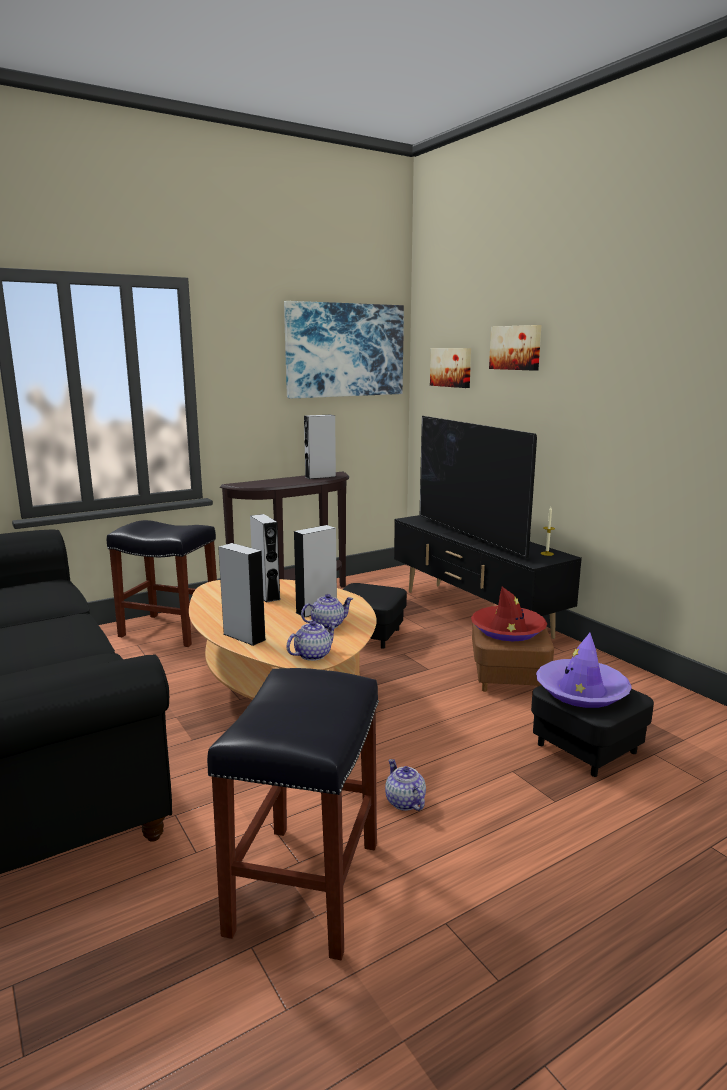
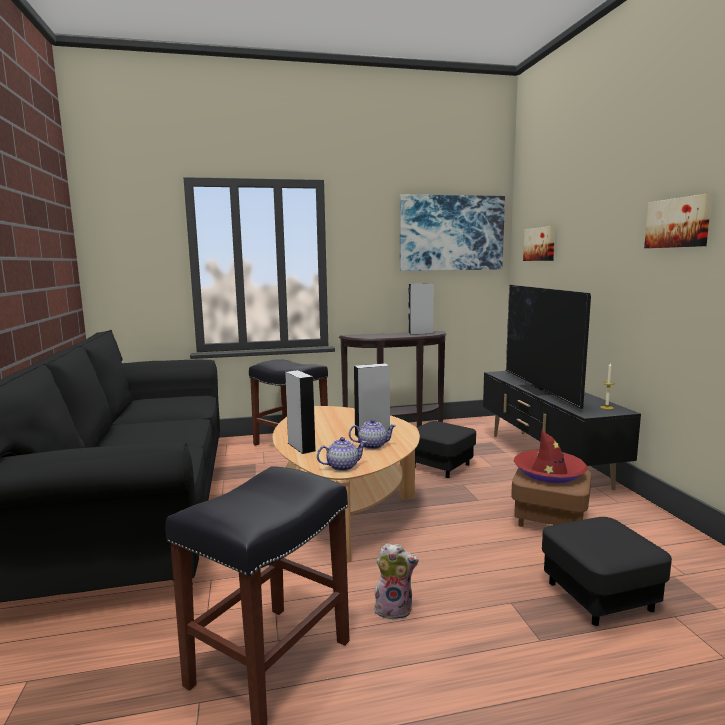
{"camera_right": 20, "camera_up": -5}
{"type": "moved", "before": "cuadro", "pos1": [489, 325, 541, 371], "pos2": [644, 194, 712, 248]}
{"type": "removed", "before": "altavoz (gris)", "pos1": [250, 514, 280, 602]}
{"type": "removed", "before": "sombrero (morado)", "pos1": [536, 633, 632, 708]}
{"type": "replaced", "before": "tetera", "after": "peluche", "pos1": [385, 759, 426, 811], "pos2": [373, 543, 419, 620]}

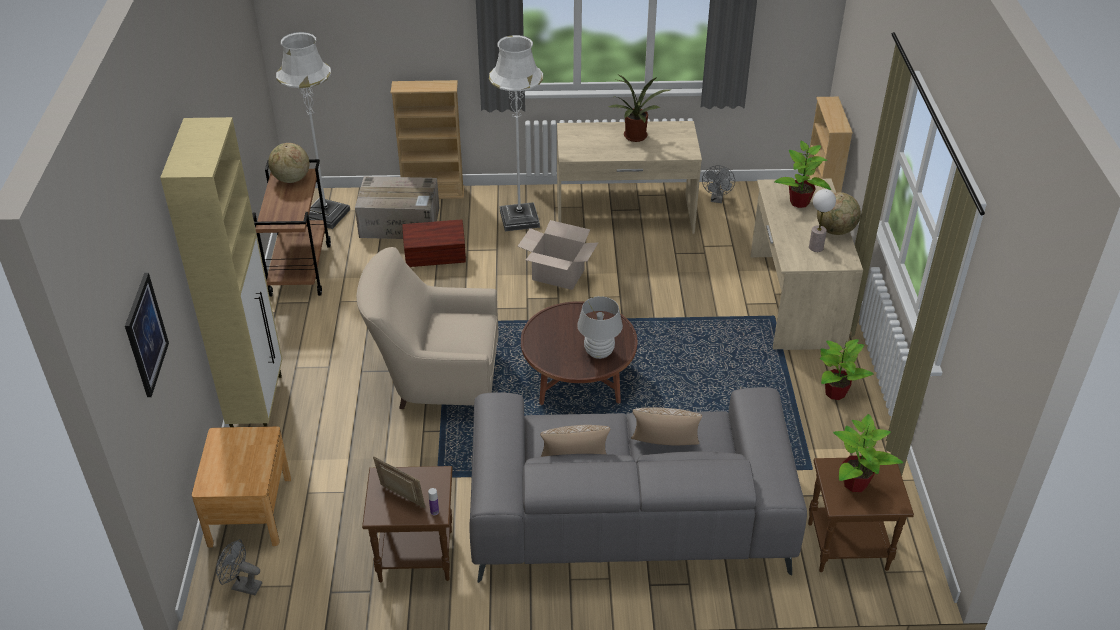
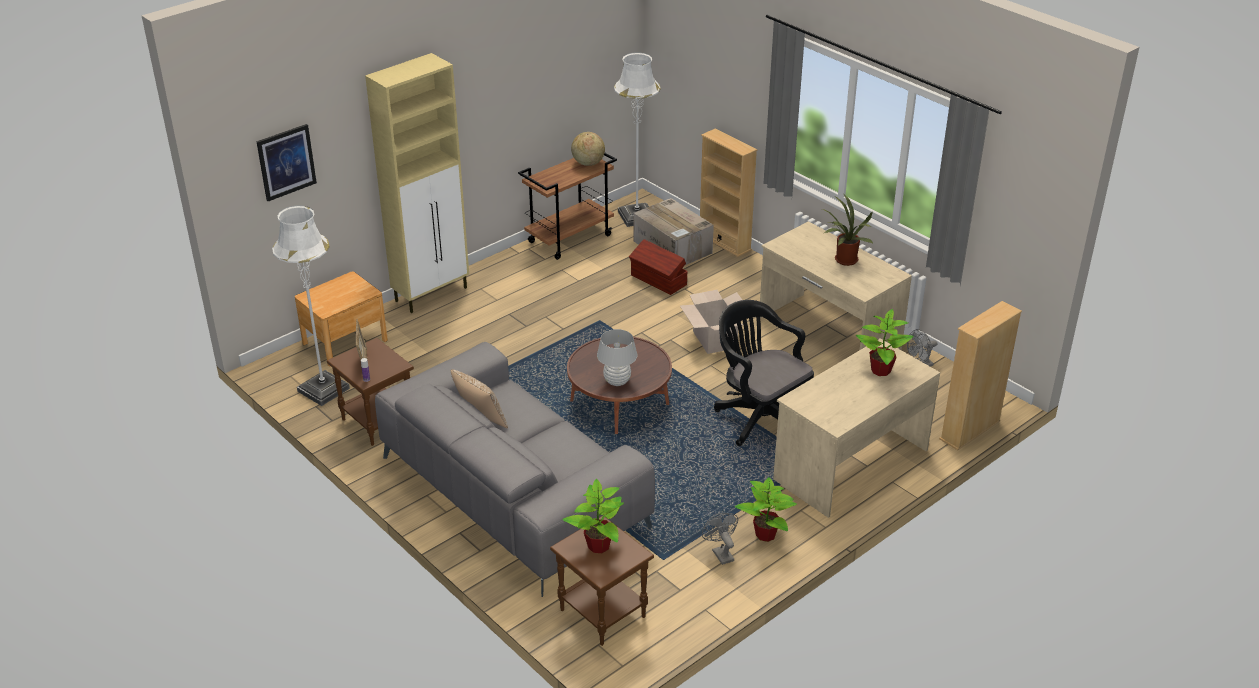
{"camera_right": 50, "camera_up": -5}
{"type": "moved", "before": "lámpara de pie (blanco)", "pos1": [489, 35, 543, 231], "pos2": [272, 205, 350, 406]}
{"type": "removed", "before": "lámpara de mesa", "pos1": [809, 189, 836, 252]}
{"type": "removed", "before": "globo terráqueo", "pos1": [817, 192, 861, 235]}
{"type": "removed", "before": "sillón (beis)", "pos1": [357, 247, 498, 409]}
{"type": "removed", "before": "cojín", "pos1": [631, 407, 702, 445]}
{"type": "moved", "before": "ventilador (gris)", "pos1": [216, 539, 262, 595], "pos2": [702, 513, 738, 565]}
{"type": "added", "after": "silla de oficina (negro)", "pos2": [714, 300, 814, 446]}

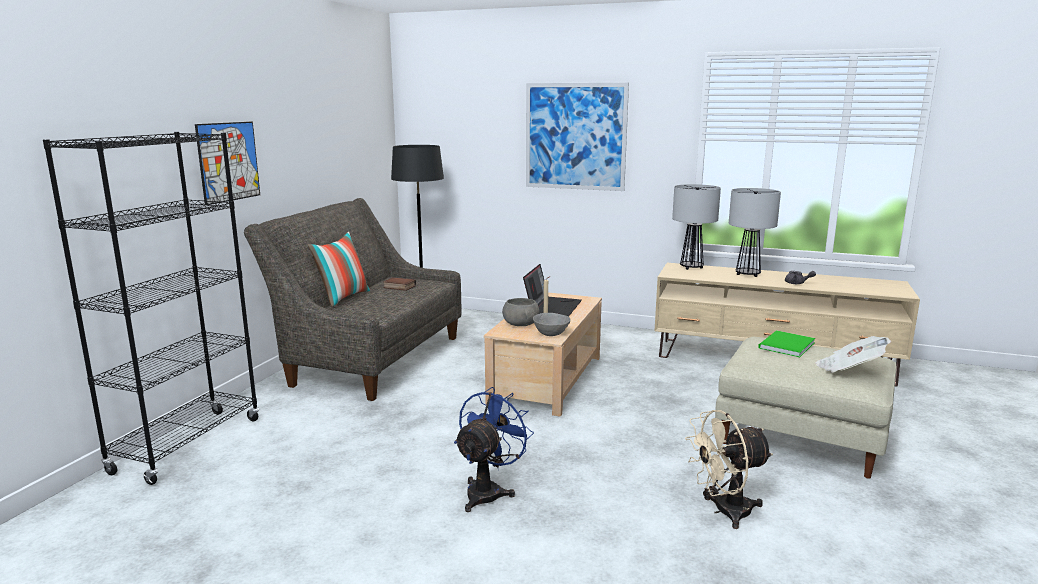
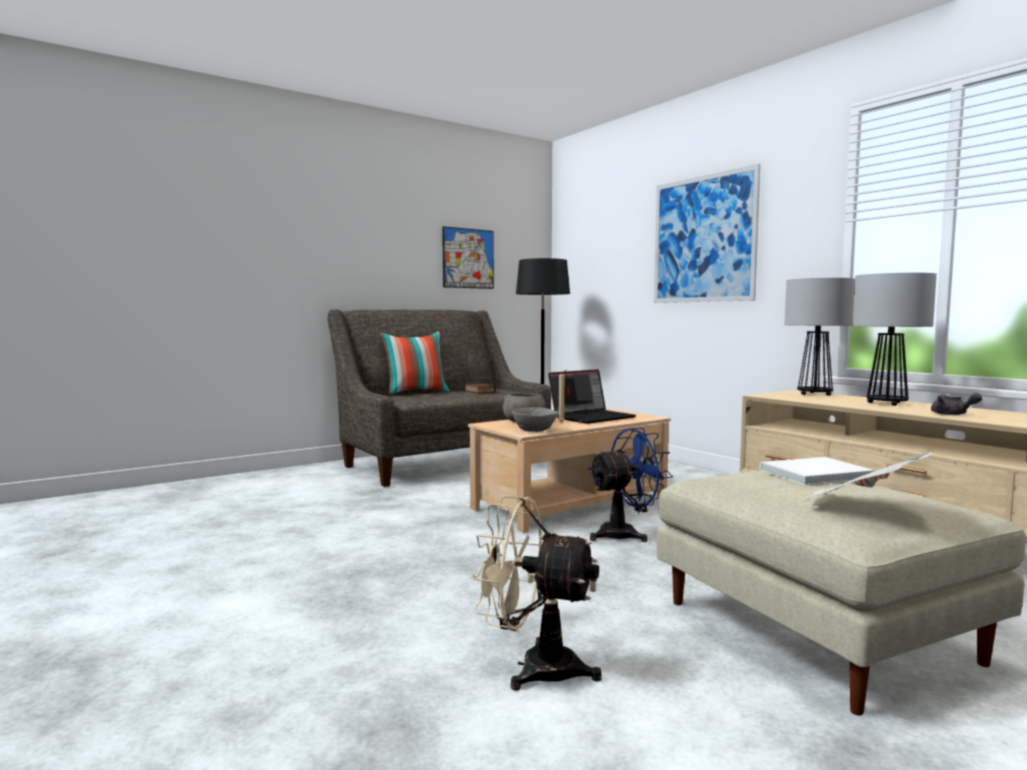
{"camera_right": 35, "camera_up": -10}
{"type": "moved", "before": "cuadro", "pos1": [195, 122, 260, 206], "pos2": [442, 226, 494, 289]}
{"type": "removed", "before": "estantería (negro)", "pos1": [43, 132, 259, 485]}
{"type": "recoloured", "before": "libro (verde)", "after": "libro (blanco)", "pos1": [758, 330, 815, 357], "pos2": [760, 457, 875, 485]}
{"type": "moved", "before": "ventilador (azul)", "pos1": [454, 387, 534, 512], "pos2": [588, 428, 673, 542]}

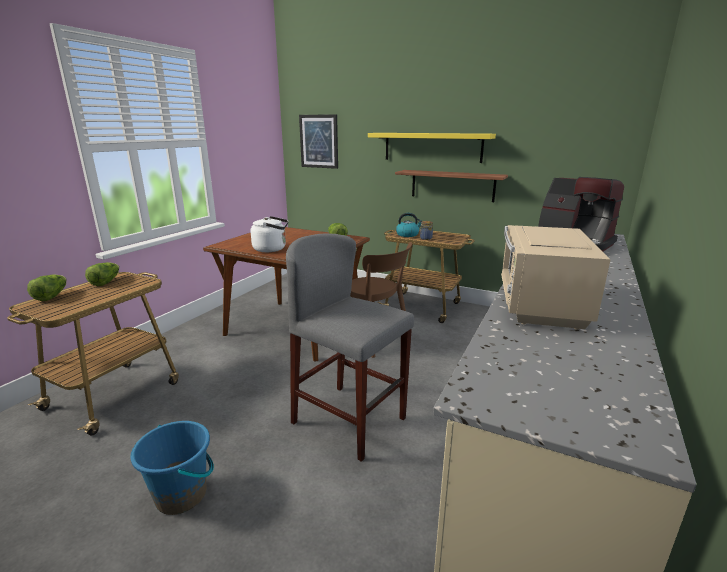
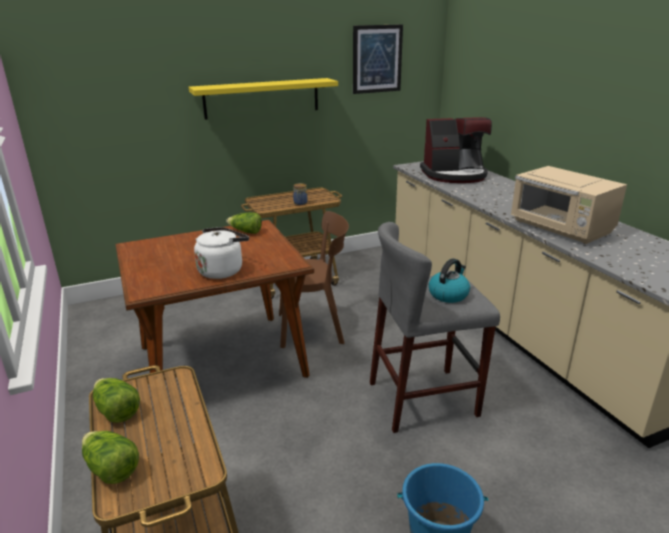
{"camera_right": -50, "camera_up": 5}
{"type": "moved", "before": "cuadro", "pos1": [299, 114, 338, 169], "pos2": [353, 24, 403, 94]}
{"type": "removed", "before": "estante", "pos1": [395, 170, 508, 202]}
{"type": "moved", "before": "hervidor", "pos1": [396, 213, 422, 237], "pos2": [428, 258, 470, 303]}

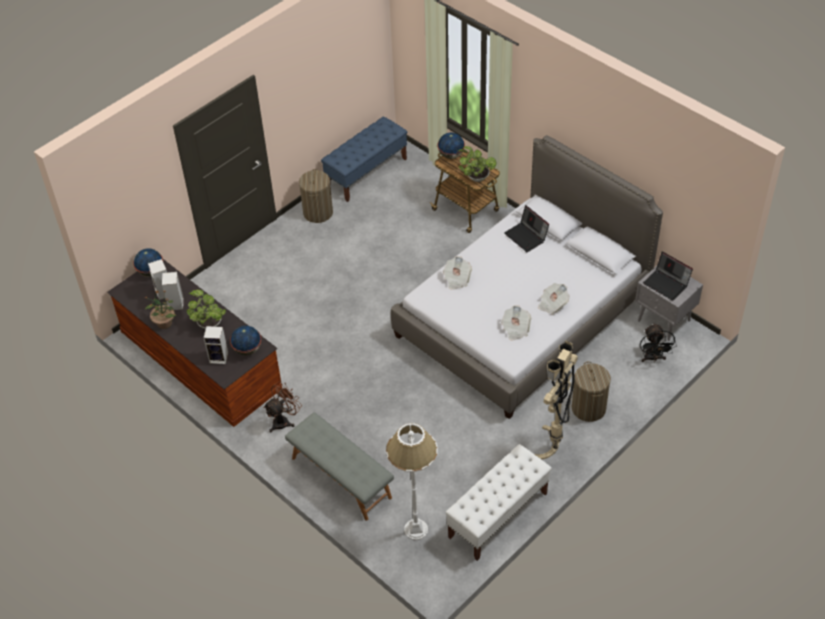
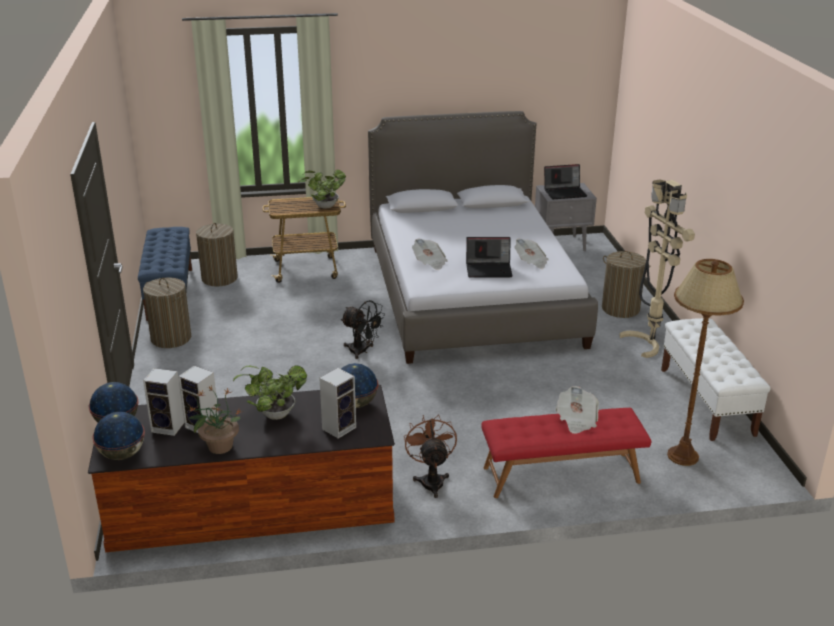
{"camera_right": -55, "camera_up": -20}
{"type": "moved", "before": "globo terráqueo", "pos1": [437, 132, 465, 159], "pos2": [92, 412, 145, 460]}
{"type": "moved", "before": "portátil", "pos1": [504, 205, 549, 252], "pos2": [466, 237, 513, 278]}
{"type": "moved", "before": "periódico", "pos1": [538, 283, 570, 315], "pos2": [556, 386, 599, 434]}
{"type": "moved", "before": "ventilador (negro)", "pos1": [640, 323, 677, 362], "pos2": [341, 300, 385, 359]}
{"type": "recoloured", "before": "banco (gris)", "after": "banco (rojo)", "pos1": [285, 412, 394, 521], "pos2": [481, 408, 651, 498]}
{"type": "recoloured", "before": "lámpara de pie (blanco)", "after": "lámpara de pie (marrón)", "pos1": [386, 423, 438, 540], "pos2": [667, 259, 744, 466]}
{"type": "added", "after": "cesto de la ropa", "pos2": [196, 223, 238, 286]}

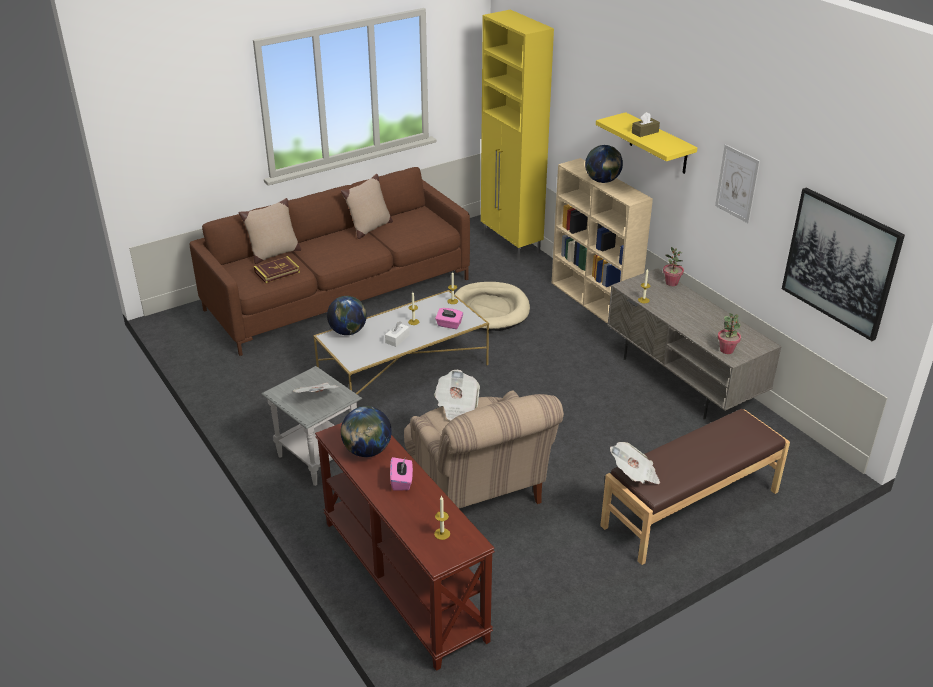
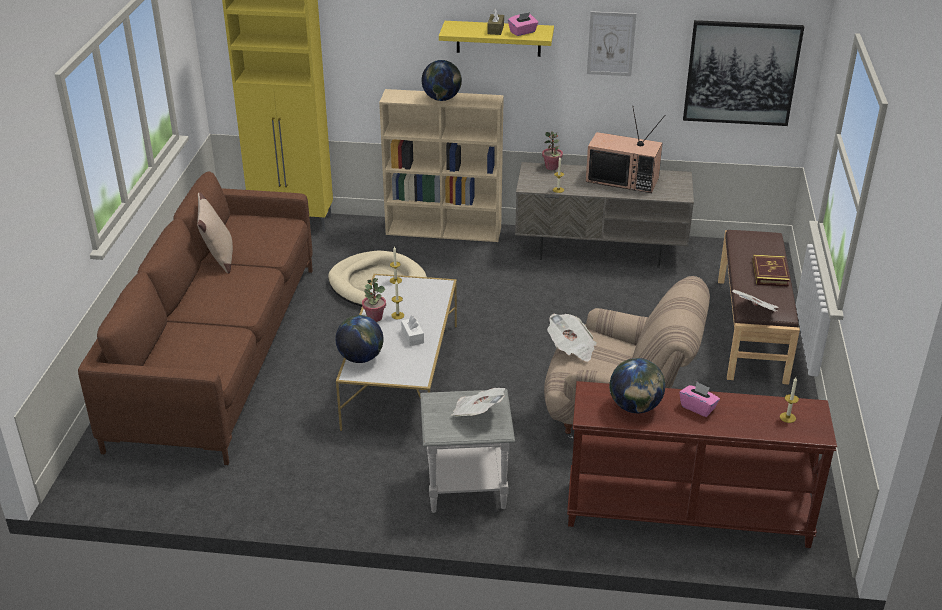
{"camera_right": -50, "camera_up": 0}
{"type": "removed", "before": "cojín (beis)", "pos1": [239, 198, 301, 264]}
{"type": "moved", "before": "libro", "pos1": [254, 256, 300, 283], "pos2": [752, 255, 790, 287]}
{"type": "moved", "before": "caja de pañuelos (rosa)", "pos1": [435, 308, 463, 329], "pos2": [508, 12, 538, 36]}
{"type": "moved", "before": "planta en maceta", "pos1": [718, 313, 741, 354], "pos2": [362, 278, 386, 322]}
{"type": "added", "after": "televisor", "pos2": [586, 106, 666, 193]}

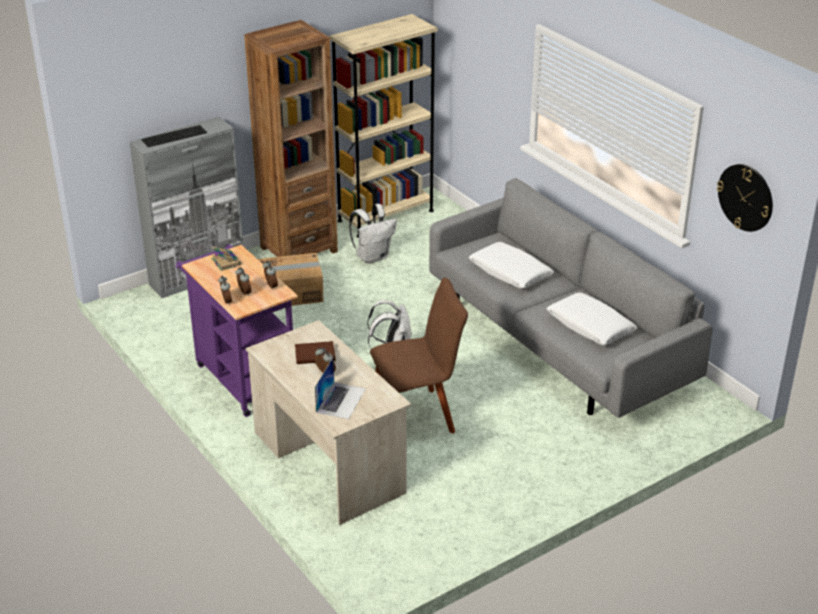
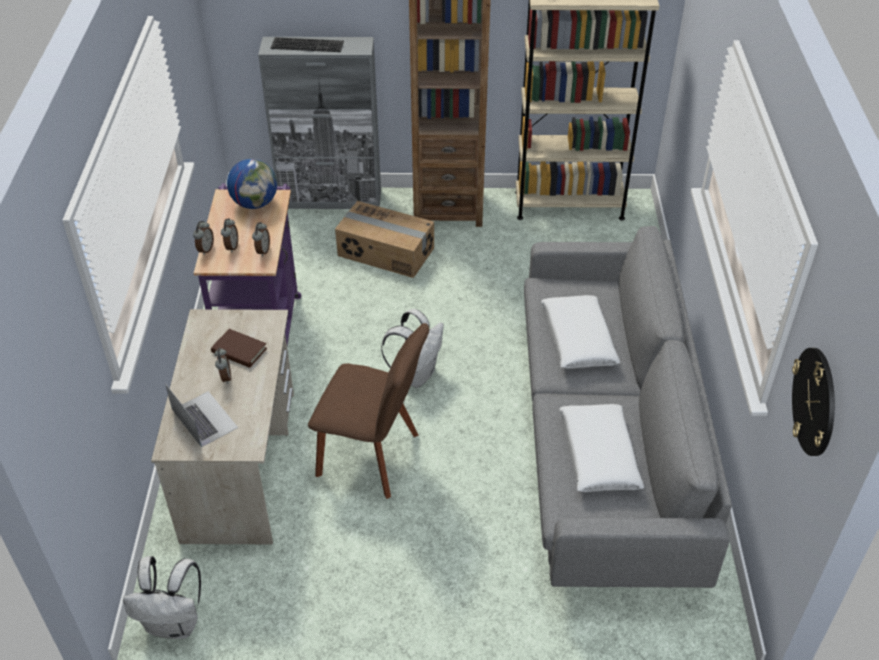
{"camera_right": 35, "camera_up": 10}
{"type": "moved", "before": "mochila (blanco)", "pos1": [349, 204, 397, 264], "pos2": [123, 556, 201, 639]}
{"type": "replaced", "before": "libro", "after": "globo terráqueo", "pos1": [212, 246, 241, 271], "pos2": [227, 159, 277, 209]}
{"type": "turned", "before": "portátil", "pos1": [315, 358, 366, 419], "pos2": [165, 384, 238, 447], "turn": -90}

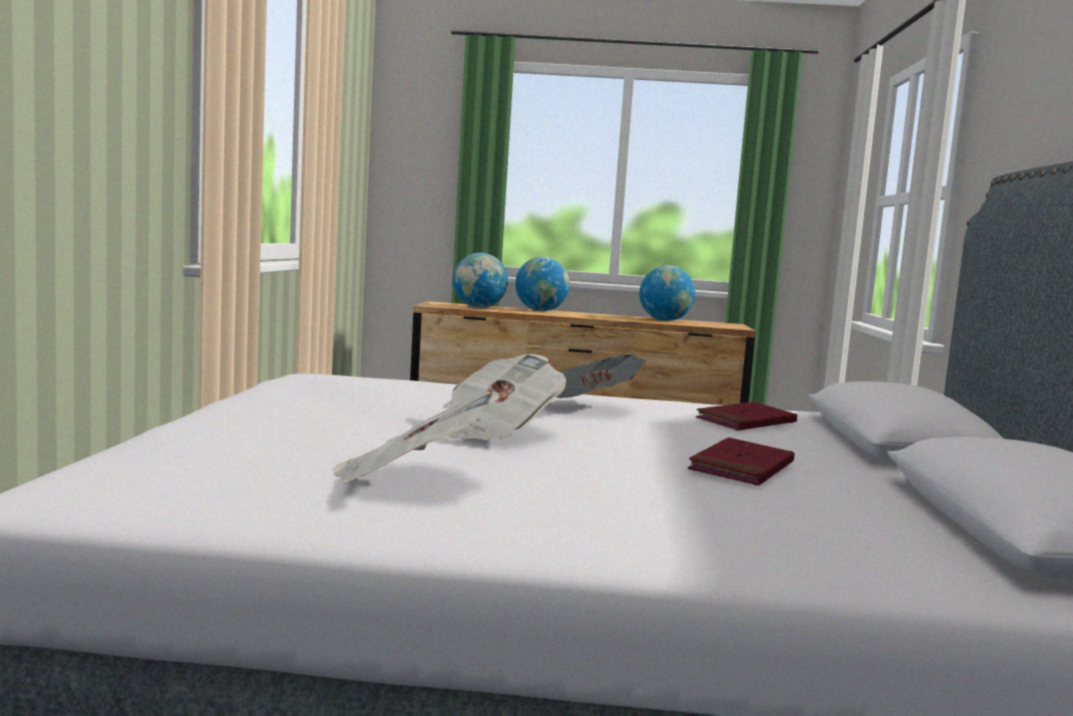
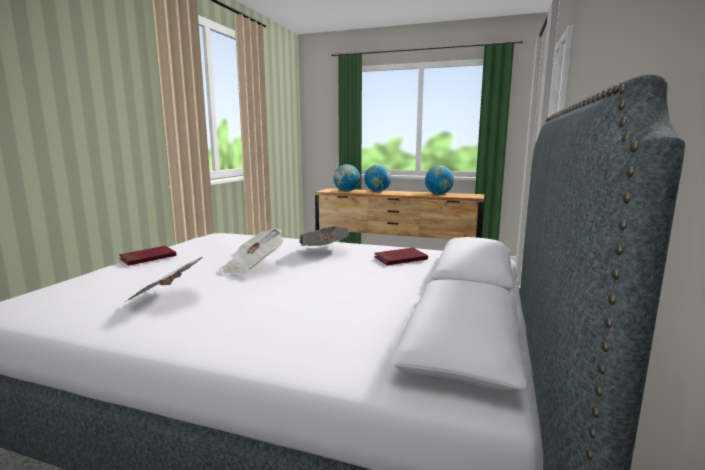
{"camera_right": 15, "camera_up": 5}
{"type": "moved", "before": "libro (rojo)", "pos1": [688, 437, 795, 485], "pos2": [119, 246, 176, 266]}

